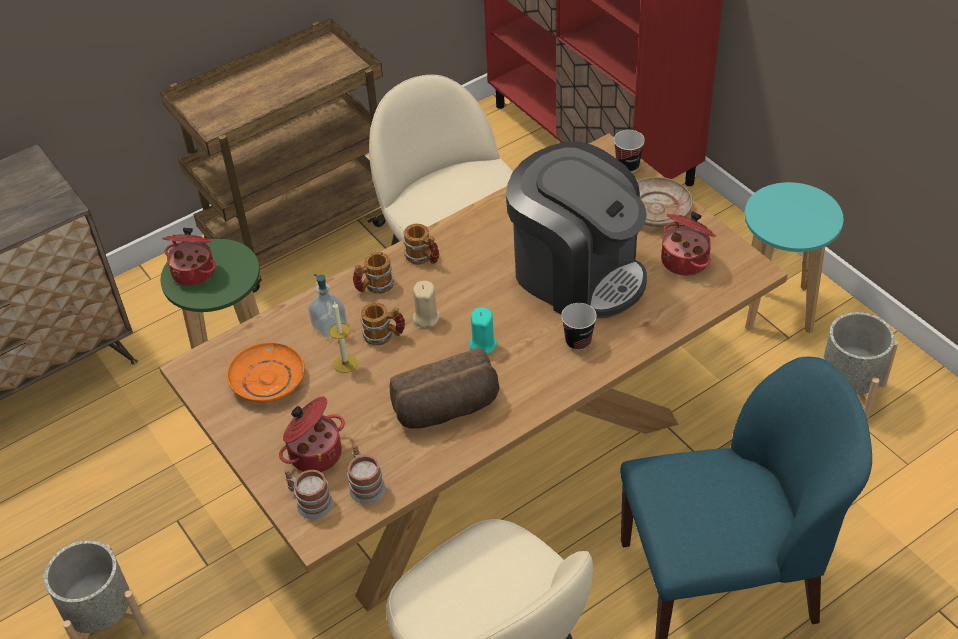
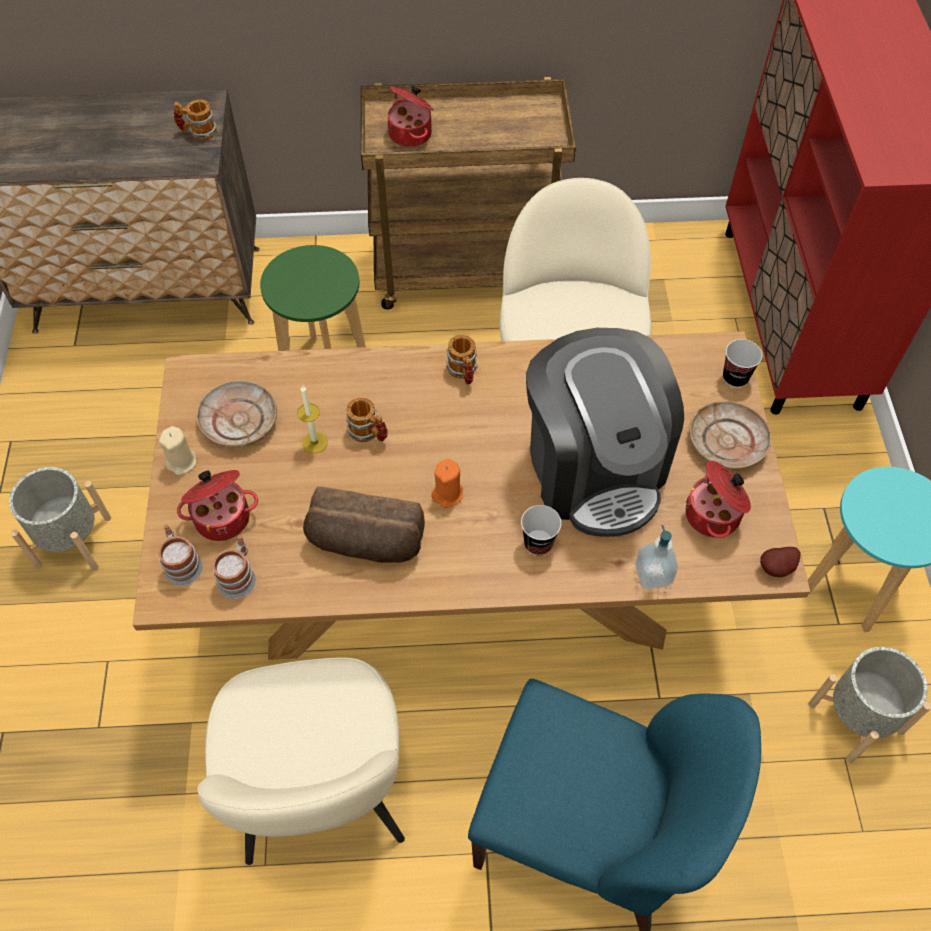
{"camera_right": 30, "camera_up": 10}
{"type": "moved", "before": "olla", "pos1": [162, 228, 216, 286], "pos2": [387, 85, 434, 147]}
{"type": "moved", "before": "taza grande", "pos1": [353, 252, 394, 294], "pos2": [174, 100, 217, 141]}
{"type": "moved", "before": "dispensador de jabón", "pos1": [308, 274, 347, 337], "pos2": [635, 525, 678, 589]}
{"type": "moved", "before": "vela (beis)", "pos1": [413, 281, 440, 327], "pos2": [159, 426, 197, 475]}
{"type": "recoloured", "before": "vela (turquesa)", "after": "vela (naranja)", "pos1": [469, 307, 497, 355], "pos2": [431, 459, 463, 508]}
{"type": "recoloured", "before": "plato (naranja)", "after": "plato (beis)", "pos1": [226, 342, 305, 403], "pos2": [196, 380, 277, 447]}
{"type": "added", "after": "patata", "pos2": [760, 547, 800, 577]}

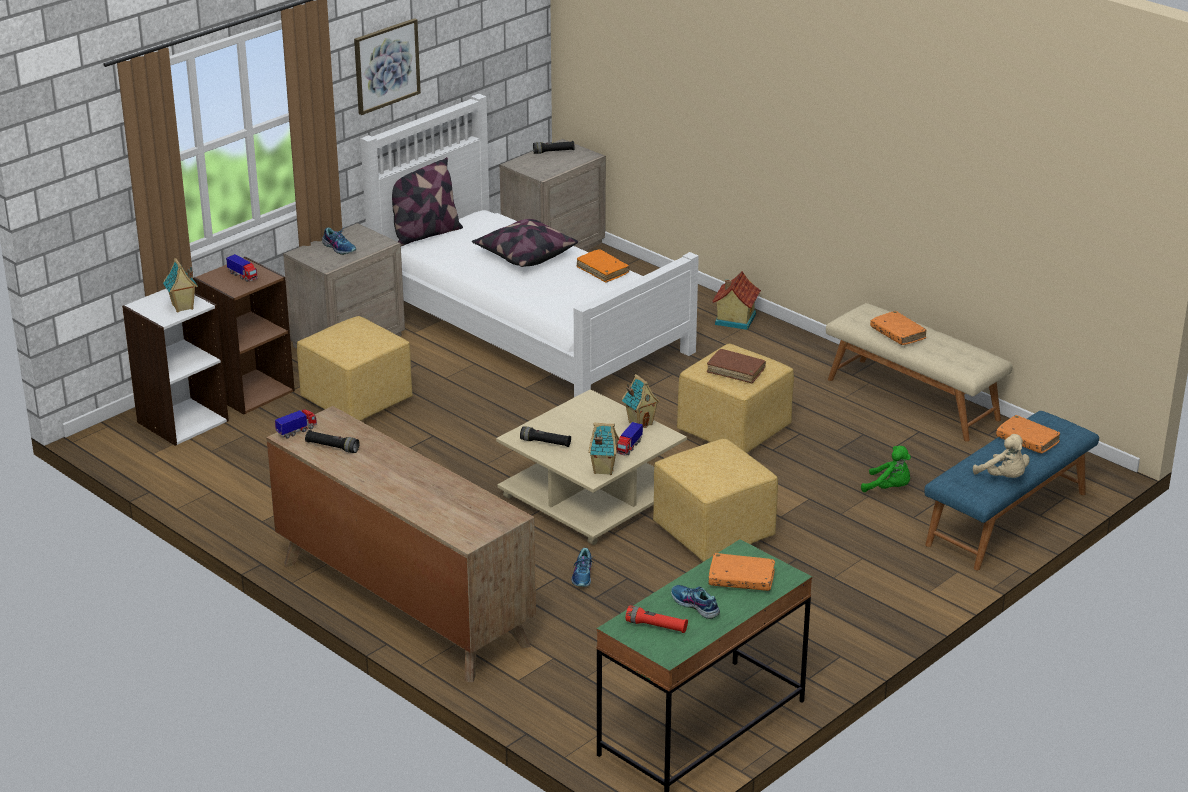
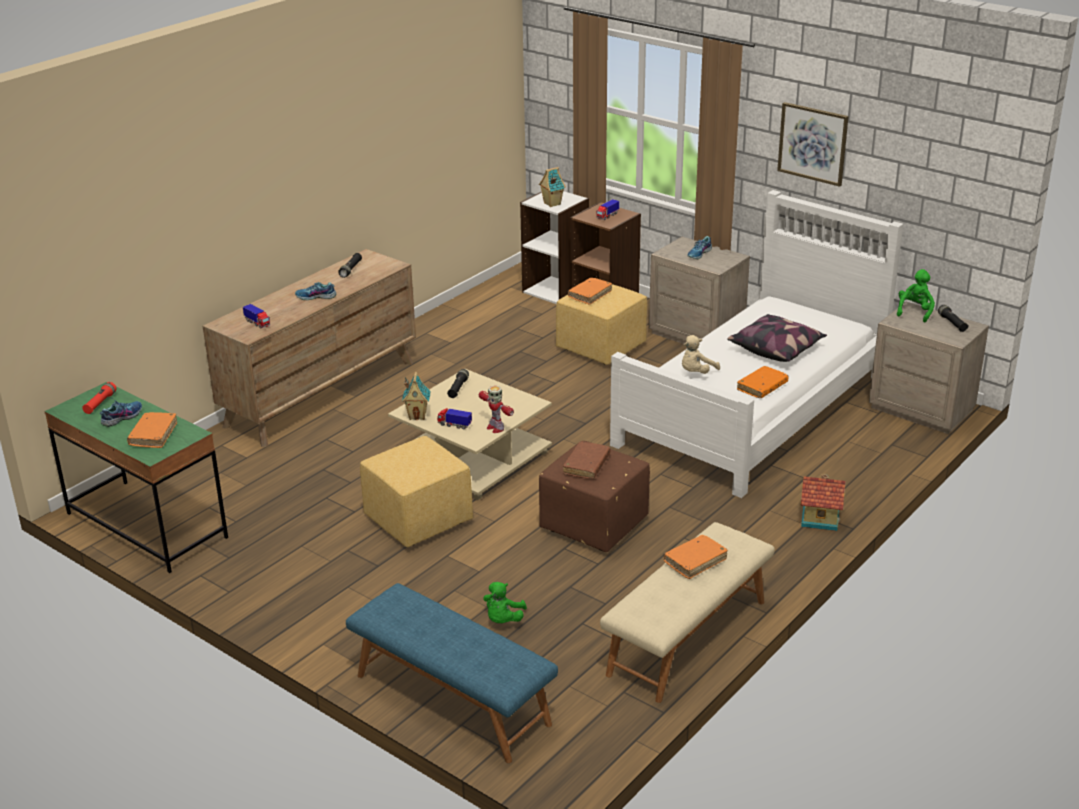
{"camera_right": 85, "camera_up": 0}
{"type": "removed", "before": "cojín", "pos1": [392, 157, 463, 246]}
{"type": "recoloured", "before": "puf (amarillo)", "after": "puf (marrón)", "pos1": [677, 343, 794, 453], "pos2": [539, 441, 650, 552]}
{"type": "replaced", "before": "casita", "after": "robot de juguete", "pos1": [622, 374, 660, 428], "pos2": [479, 386, 514, 433]}
{"type": "moved", "before": "camión de juguete", "pos1": [275, 409, 317, 439], "pos2": [243, 304, 270, 329]}
{"type": "moved", "before": "libro (naranja)", "pos1": [996, 415, 1060, 454], "pos2": [568, 278, 612, 304]}
{"type": "moved", "before": "peluche (beis)", "pos1": [973, 434, 1030, 478], "pos2": [682, 335, 720, 374]}
{"type": "moved", "before": "zapato", "pos1": [571, 548, 595, 587], "pos2": [295, 282, 336, 300]}
{"type": "added", "after": "peluche (verde)", "pos2": [897, 269, 935, 322]}

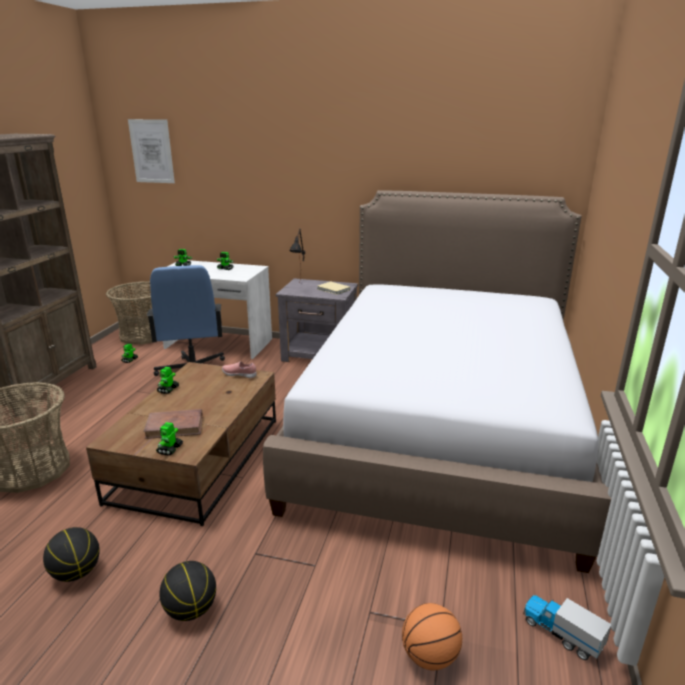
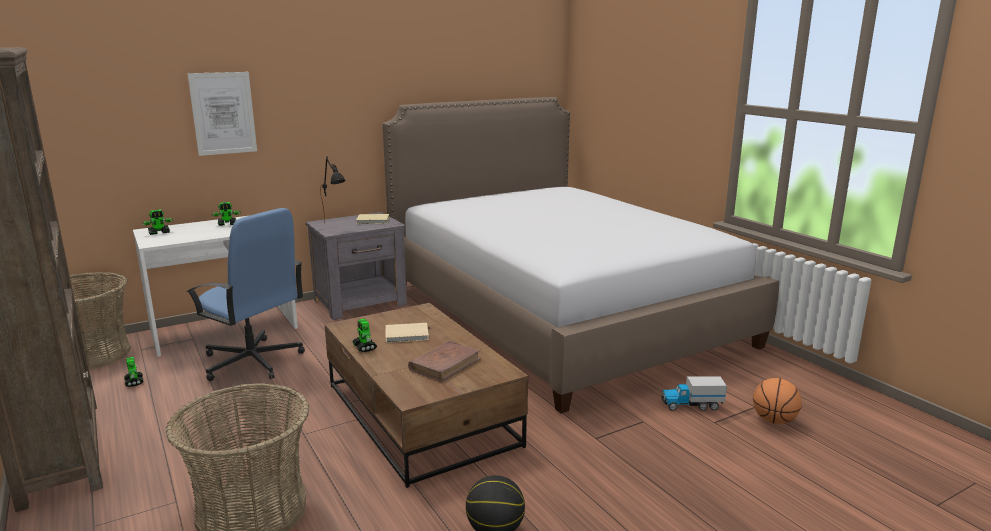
{"camera_right": -45, "camera_up": -5}
{"type": "moved", "before": "cuadro", "pos1": [128, 119, 175, 183], "pos2": [187, 72, 257, 156]}
{"type": "removed", "before": "zapato (rosa)", "pos1": [222, 361, 257, 378]}
{"type": "removed", "before": "robot de juguete", "pos1": [156, 422, 183, 455]}
{"type": "removed", "before": "balón de baloncesto", "pos1": [159, 561, 216, 621]}
{"type": "moved", "before": "camión de juguete", "pos1": [524, 593, 611, 660], "pos2": [661, 376, 727, 410]}
{"type": "added", "after": "libro (beis)", "pos2": [386, 323, 429, 343]}

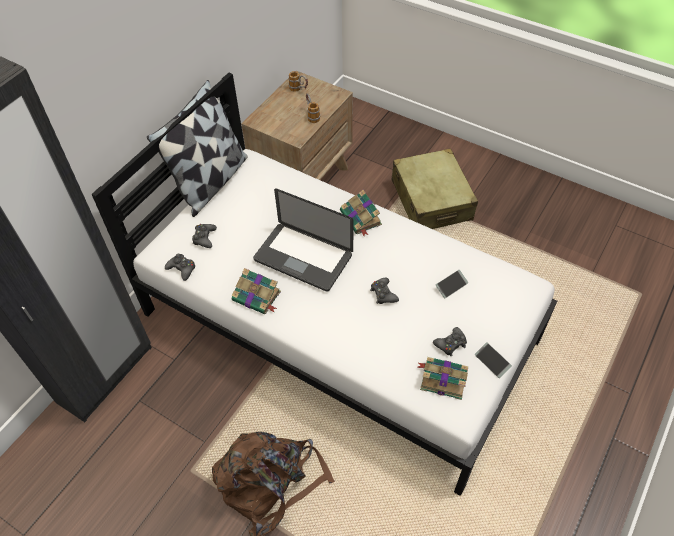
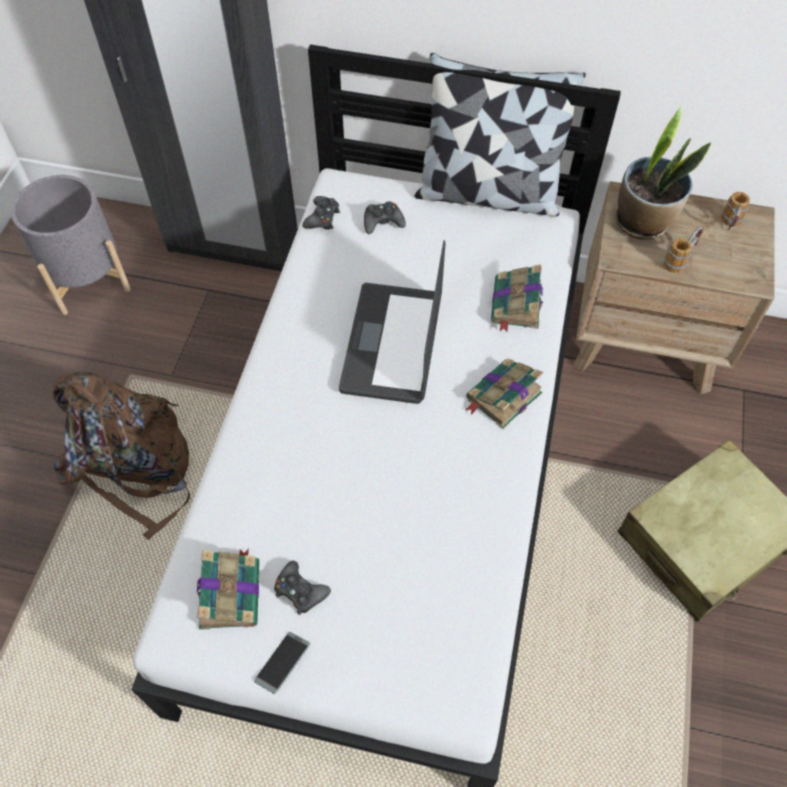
{"camera_right": 70, "camera_up": 5}
{"type": "moved", "before": "libro", "pos1": [232, 268, 281, 314], "pos2": [491, 264, 543, 332]}
{"type": "removed", "before": "móvil", "pos1": [436, 270, 468, 299]}
{"type": "removed", "before": "mando de consola (negro)", "pos1": [370, 277, 399, 304]}
{"type": "added", "after": "planta en maceta", "pos2": [615, 106, 711, 240]}
{"type": "added", "after": "maceta (gris)", "pos2": [11, 175, 131, 315]}

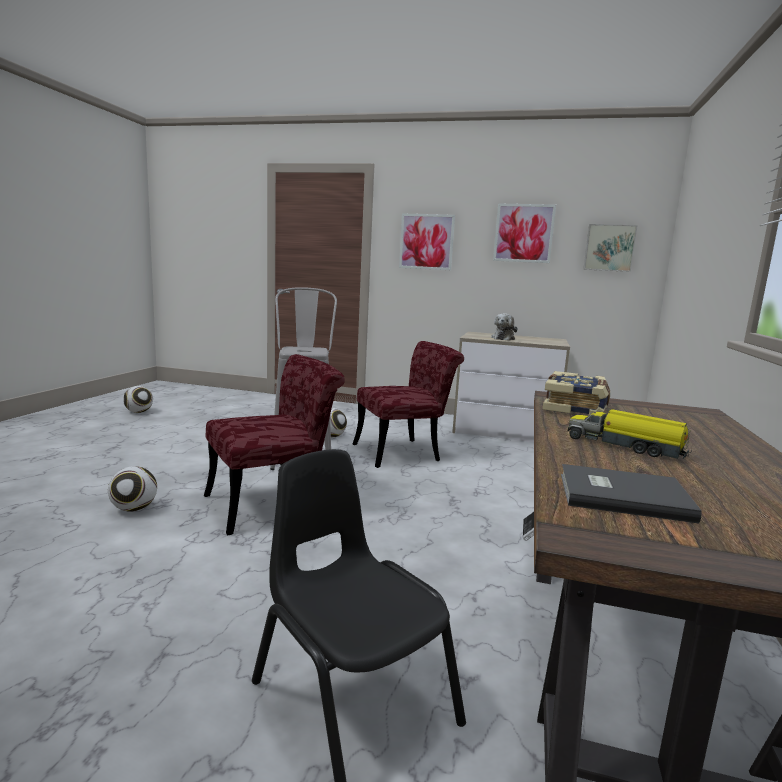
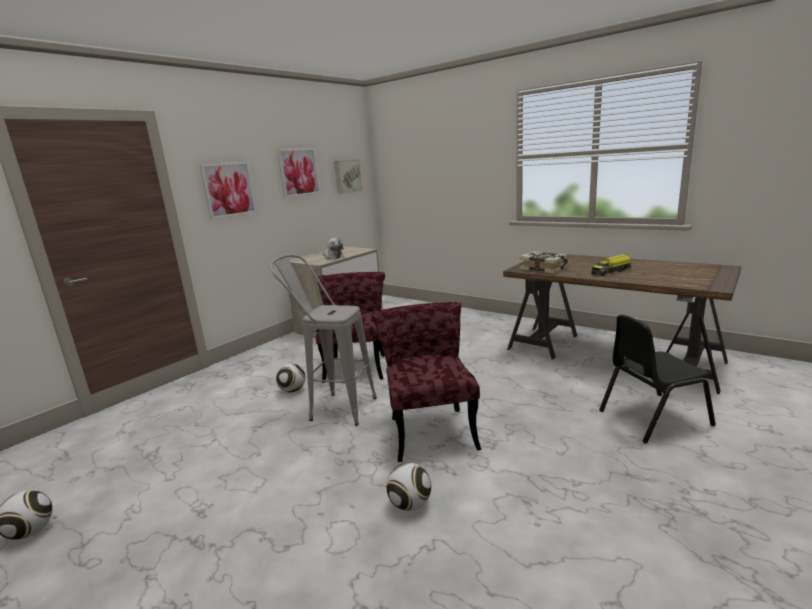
{"camera_right": -65, "camera_up": 5}
{"type": "removed", "before": "libro (gris)", "pos1": [561, 464, 702, 524]}

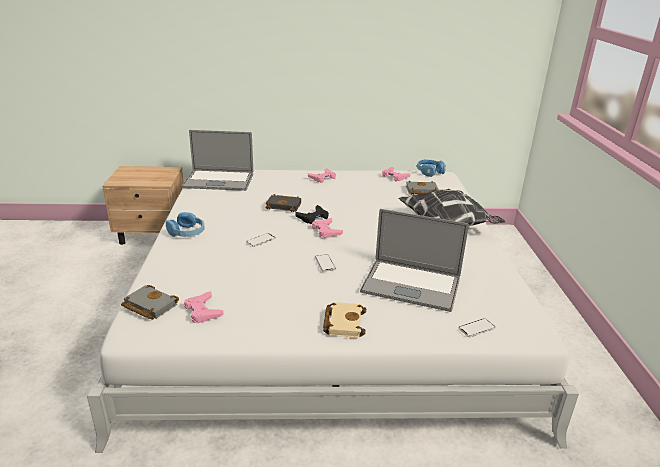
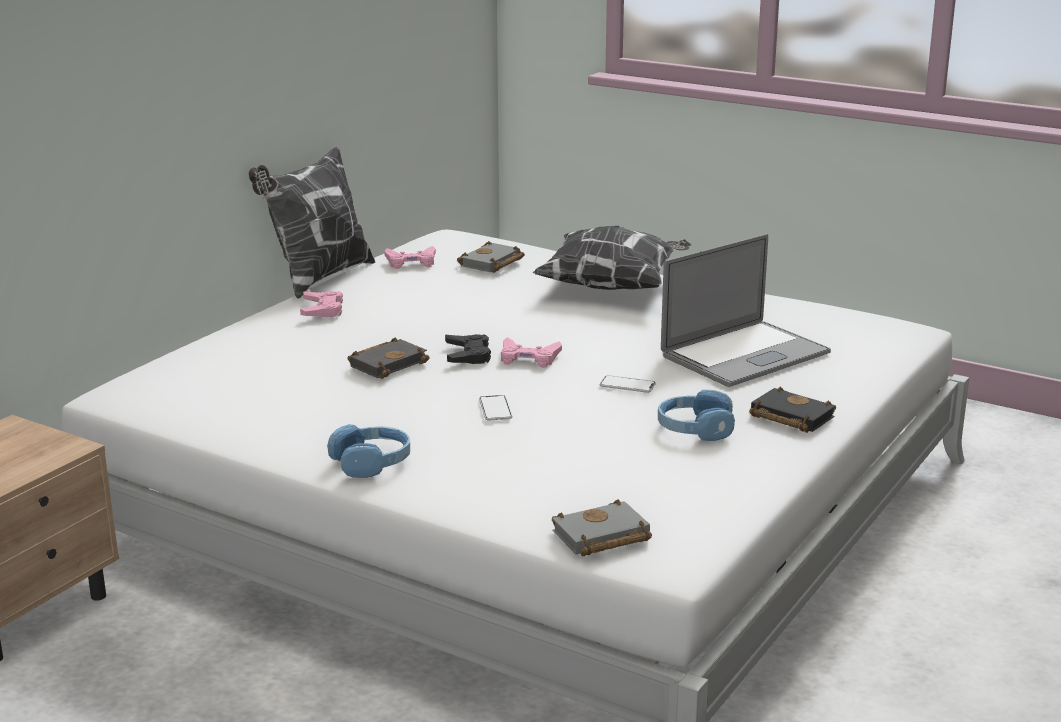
{"camera_right": -55, "camera_up": -5}
{"type": "removed", "before": "portátil", "pos1": [182, 130, 253, 191]}
{"type": "moved", "before": "auriculares (azul)", "pos1": [417, 160, 446, 177], "pos2": [658, 389, 735, 441]}
{"type": "removed", "before": "mando de consola (rosa)", "pos1": [184, 291, 223, 323]}
{"type": "recoloured", "before": "libro (beis)", "after": "libro (negro)", "pos1": [323, 302, 366, 338], "pos2": [749, 386, 836, 433]}
{"type": "removed", "before": "móvil", "pos1": [458, 318, 496, 337]}
{"type": "added", "after": "cojín", "pos2": [249, 147, 375, 298]}

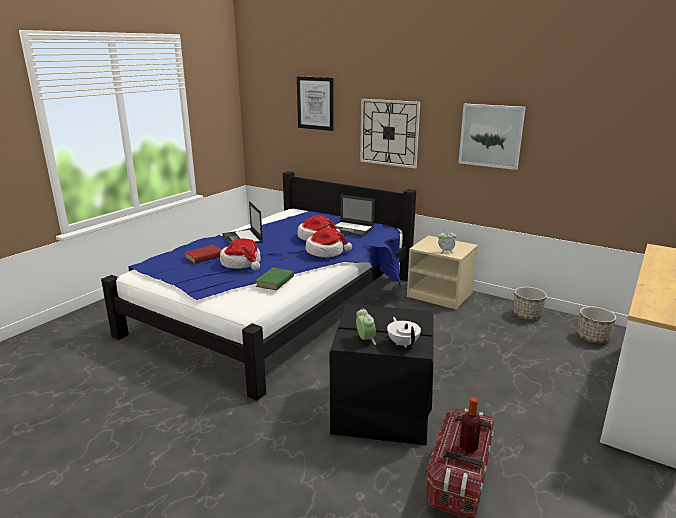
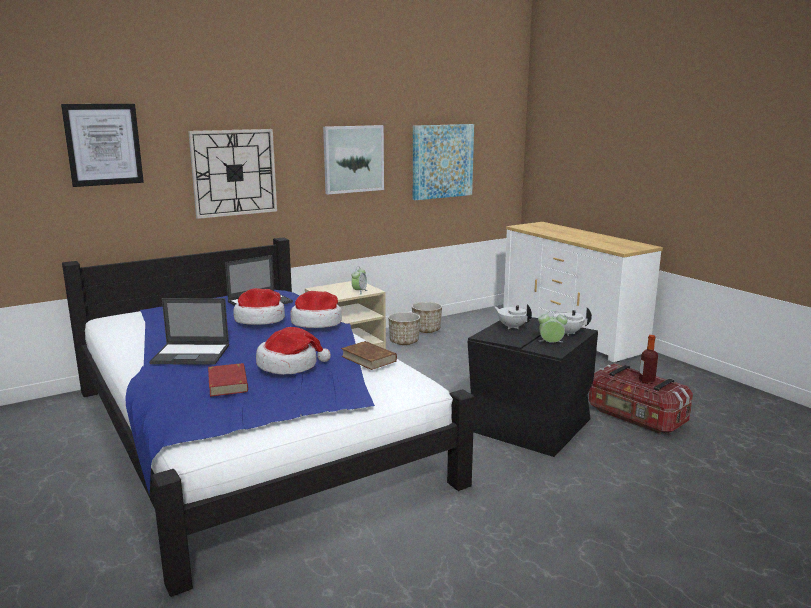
{"camera_right": -65, "camera_up": -5}
{"type": "recoloured", "before": "libro (verde)", "after": "libro (marrón)", "pos1": [255, 268, 294, 290], "pos2": [341, 341, 397, 370]}
{"type": "moved", "before": "maceta", "pos1": [578, 306, 616, 343], "pos2": [388, 312, 420, 345]}
{"type": "added", "after": "cuadro", "pos2": [413, 124, 474, 200]}
{"type": "added", "after": "tetera (blanco)", "pos2": [494, 304, 532, 329]}

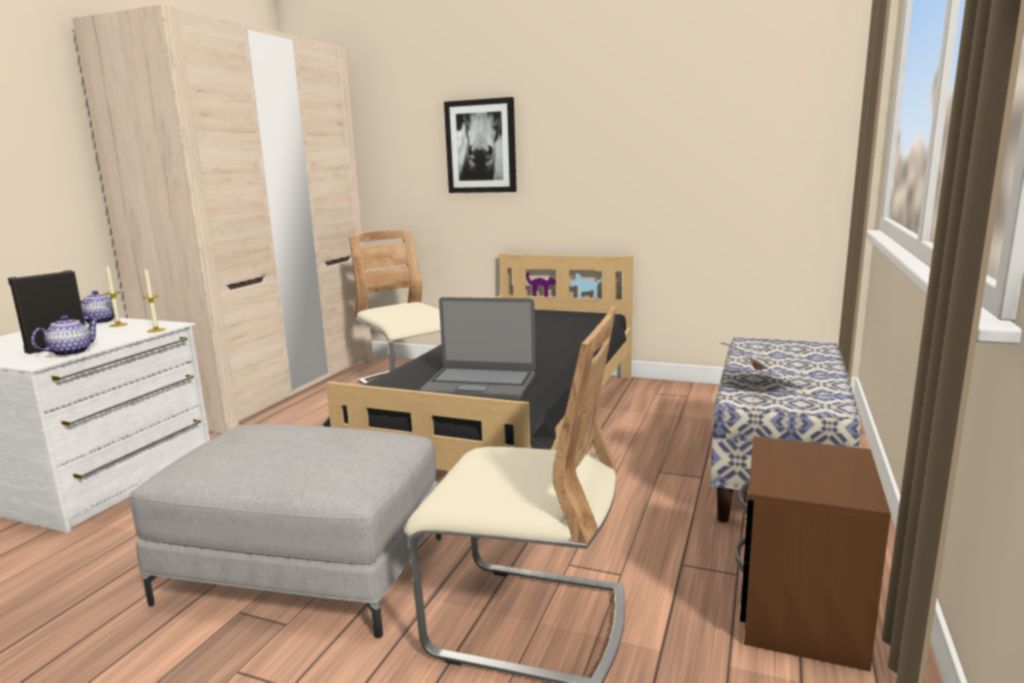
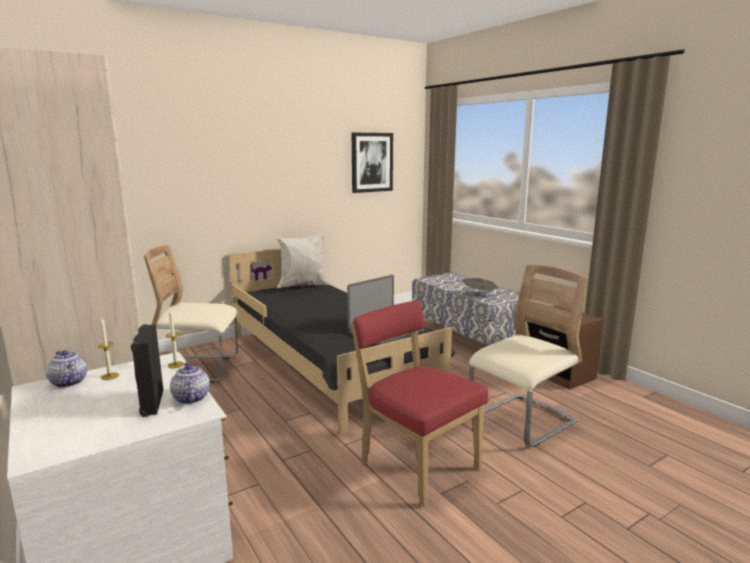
{"camera_right": -55, "camera_up": 0}
{"type": "moved", "before": "cuadro", "pos1": [444, 97, 517, 193], "pos2": [352, 133, 393, 193]}
{"type": "replaced", "before": "puf (gris)", "after": "silla (rojo)", "pos1": [130, 424, 441, 638], "pos2": [351, 300, 488, 507]}
{"type": "added", "after": "cojín (blanco)", "pos2": [276, 233, 329, 288]}

